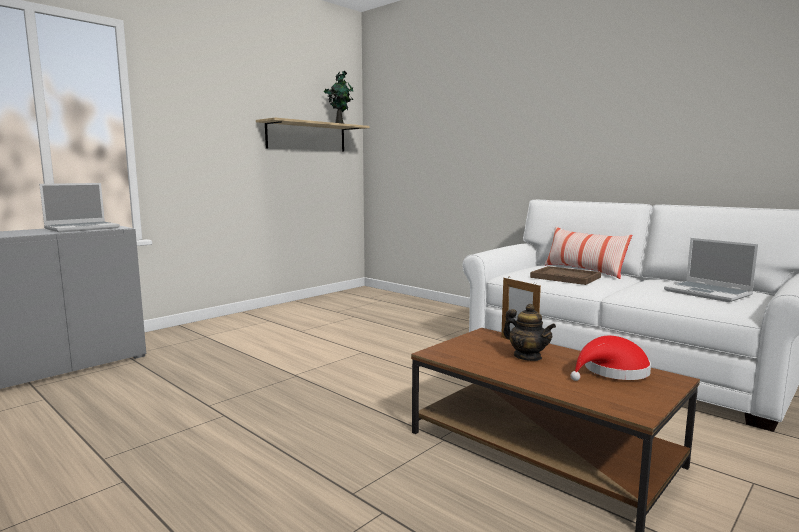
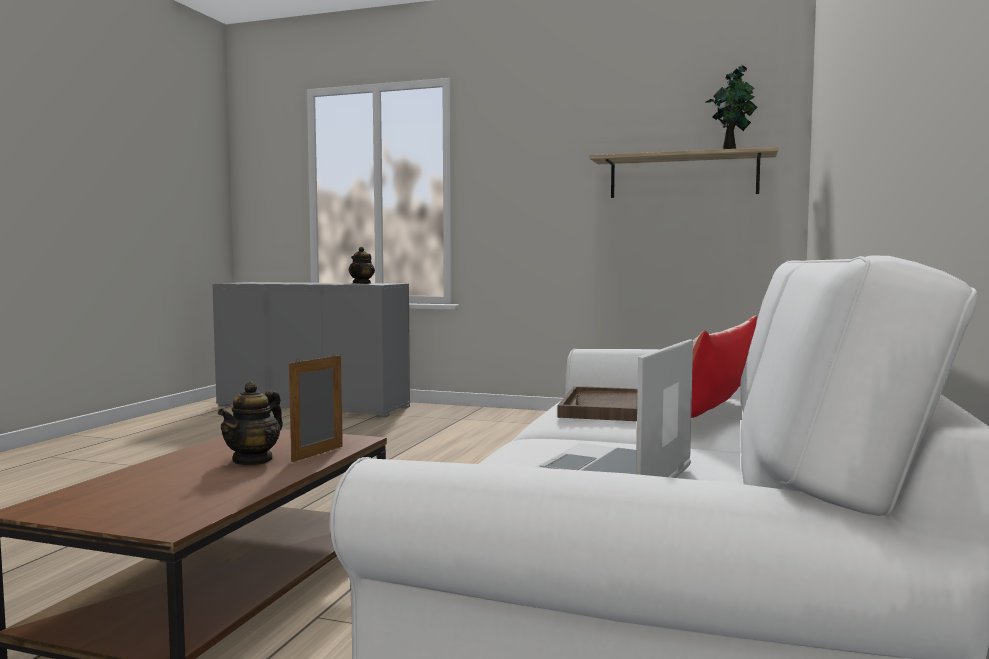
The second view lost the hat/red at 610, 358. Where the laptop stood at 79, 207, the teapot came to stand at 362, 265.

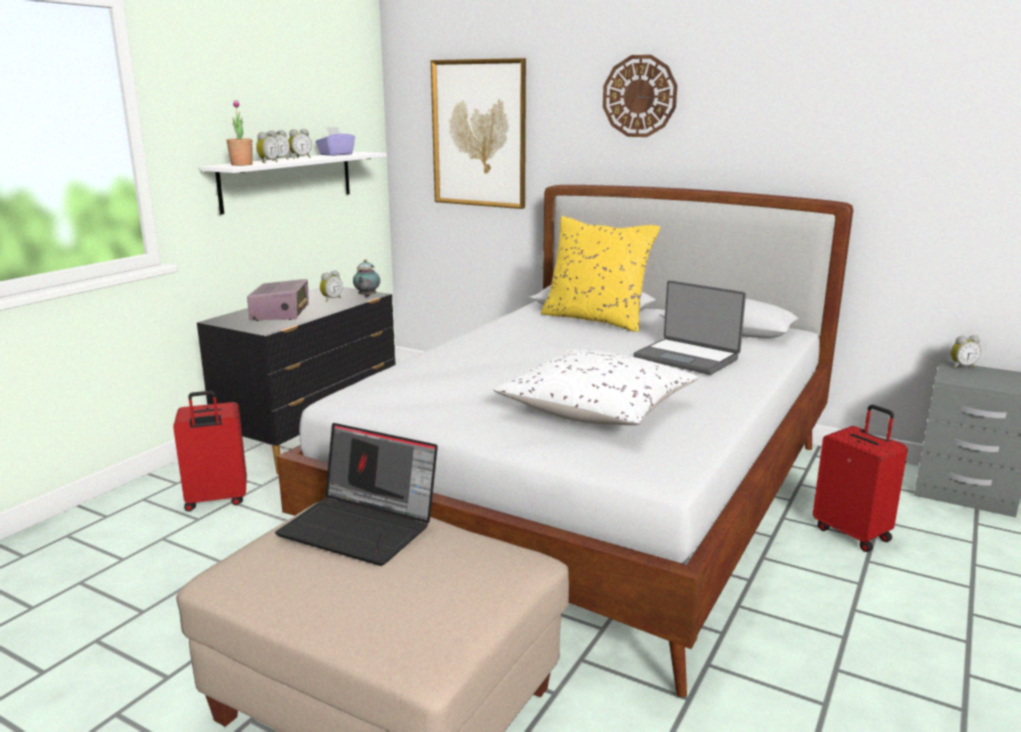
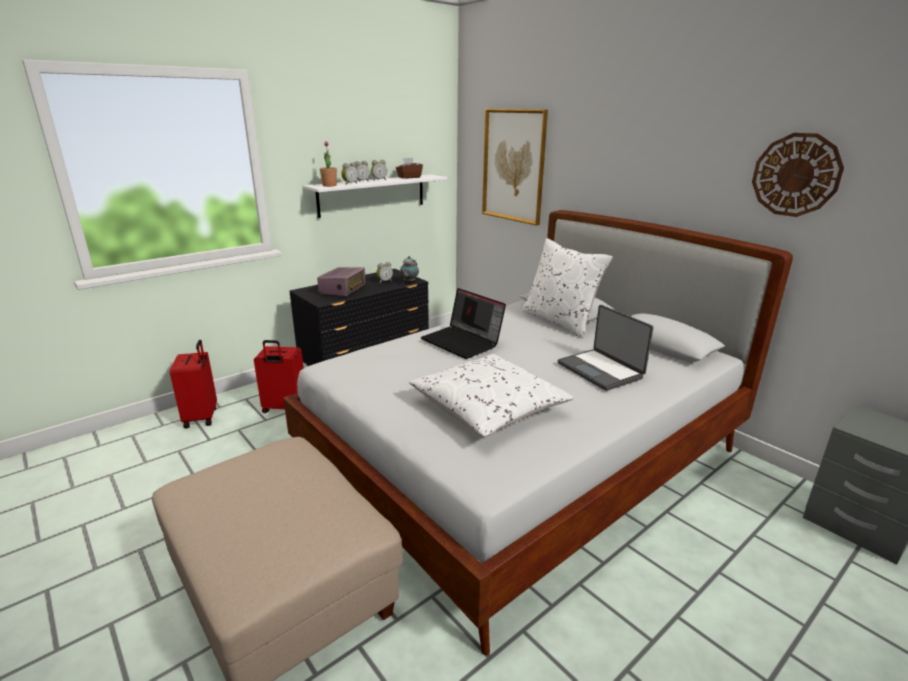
The second view lost the alarm clock at 966, 351. The laptop ended up elsewhere, having gone from 356, 494 to 463, 323. The wall clock ended up elsewhere, having gone from 640, 96 to 798, 175. The suitcase/red ended up elsewhere, having gone from 860, 478 to 193, 384. What was the tissue box/purple at 335, 141 turned into the tissue box/brown at 409, 168. What was the pillow/yellow at 601, 274 turned into the pillow/white at 567, 288.

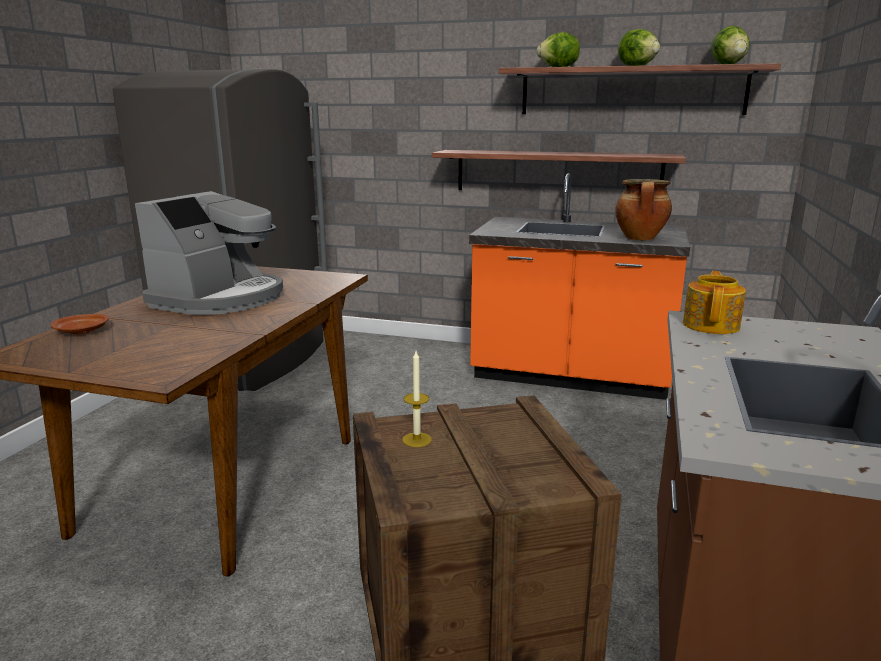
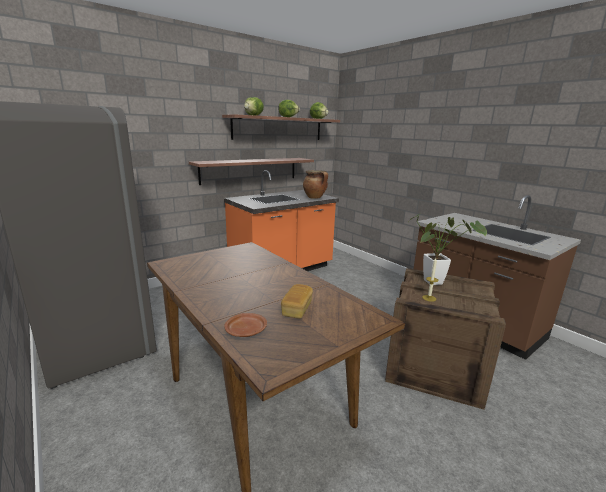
The second view lost the coffee machine at 209, 253. The second view lost the teapot at 714, 302. The second view gained the bread at 297, 301. The second view gained the potted plant at 448, 249.

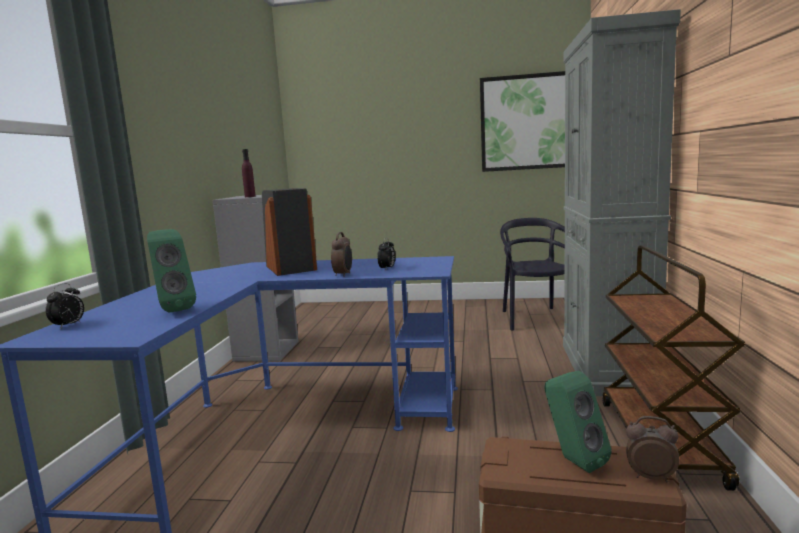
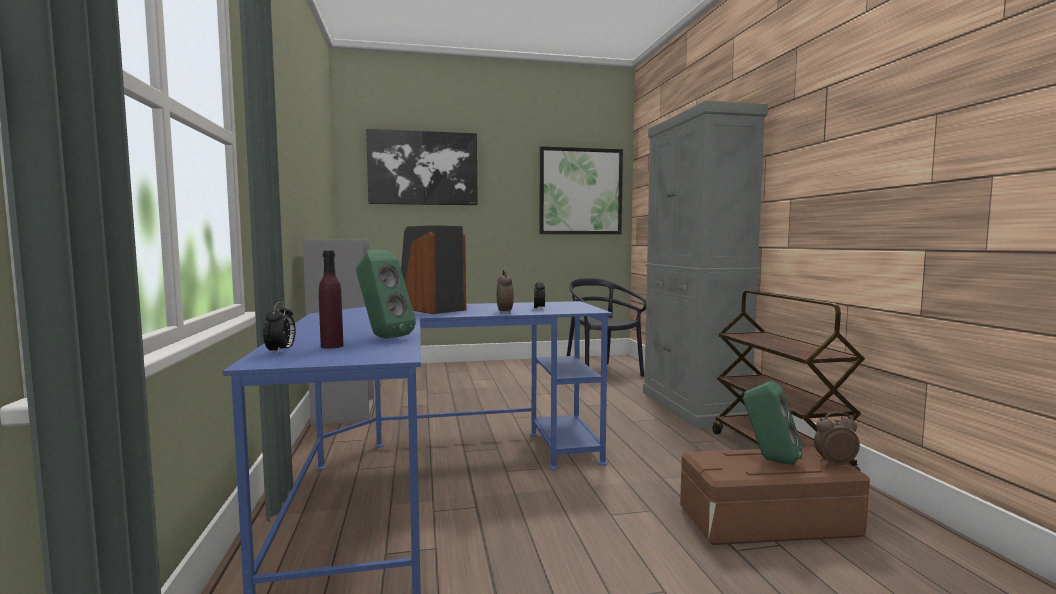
The second view gained the picture at 422, 167. The bottle/purple ended up elsewhere, having gone from 249, 173 to 331, 300.

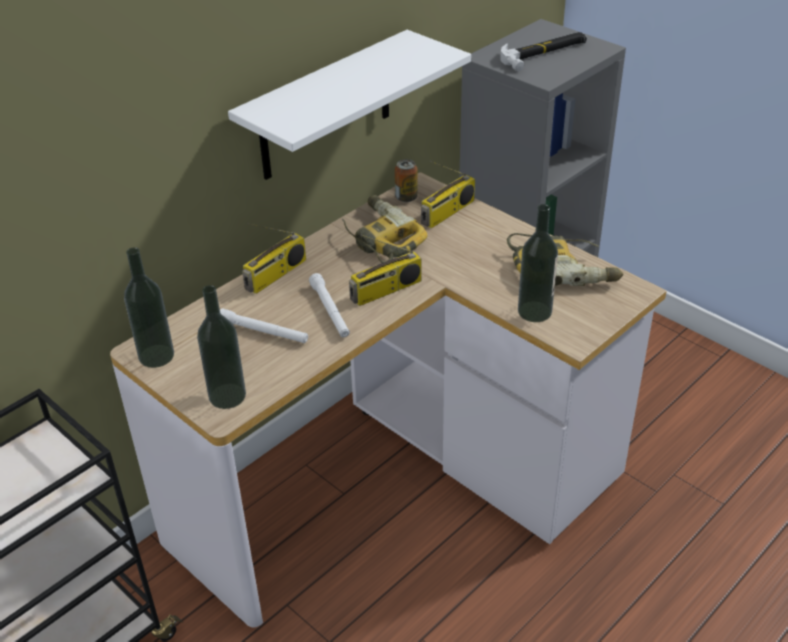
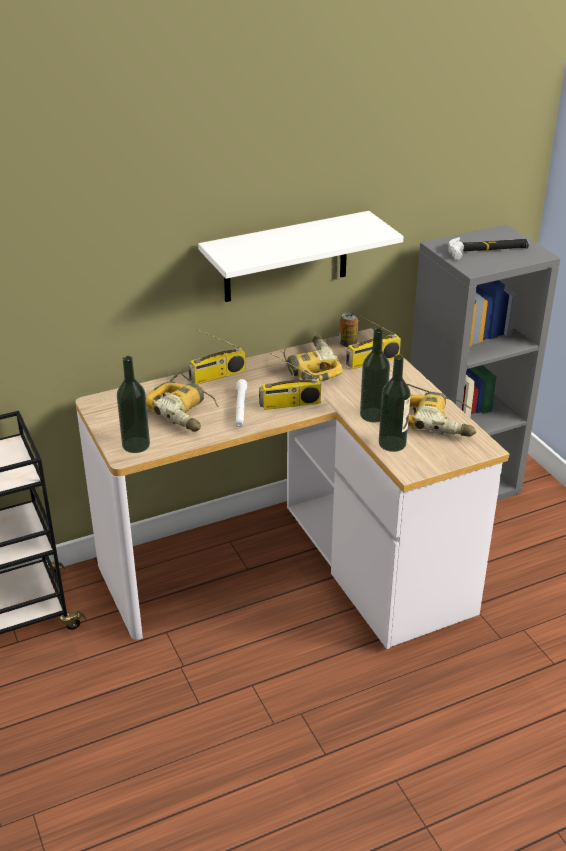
The bottle ended up elsewhere, having gone from 149, 307 to 375, 375. Where the flashlight/white stood at 264, 326, the power drill came to stand at 182, 402.

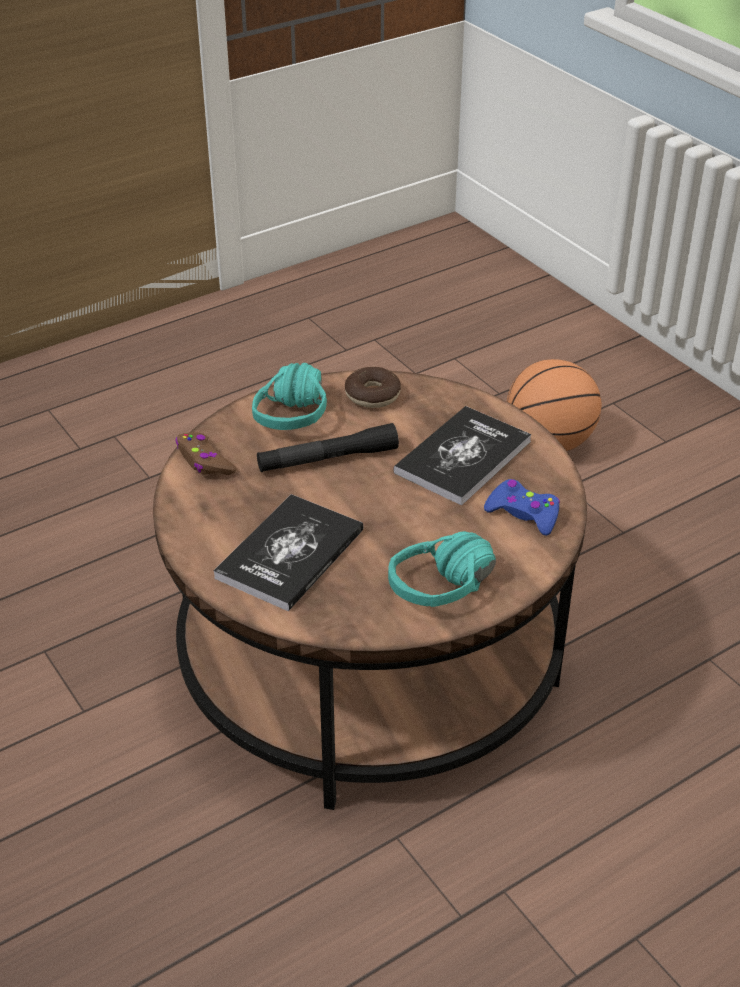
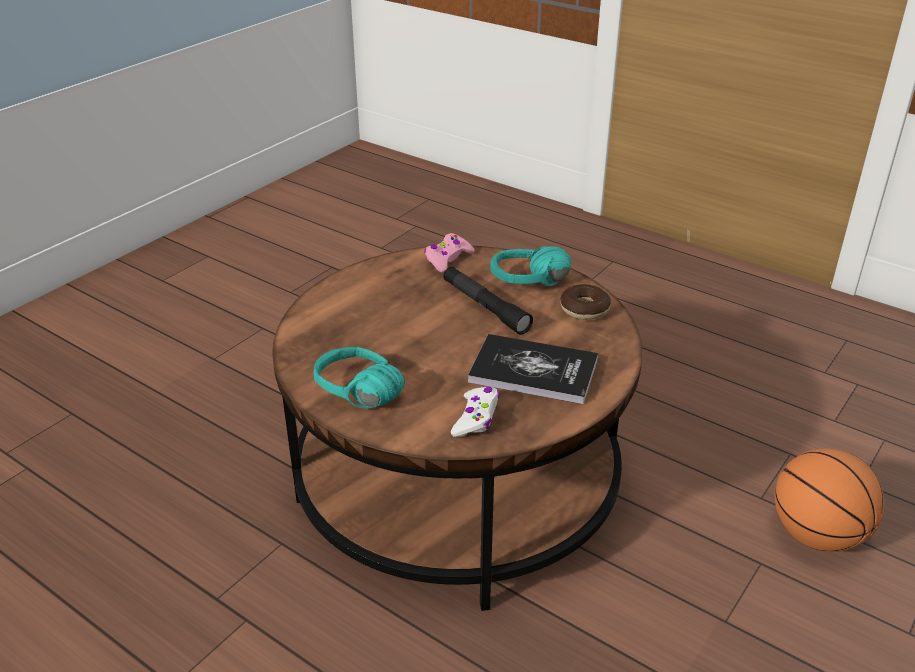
The second view lost the book at 289, 552. What was the game controller/brown at 205, 453 turned into the game controller/pink at 449, 252. What was the game controller/blue at 522, 507 turned into the game controller/white at 475, 412.

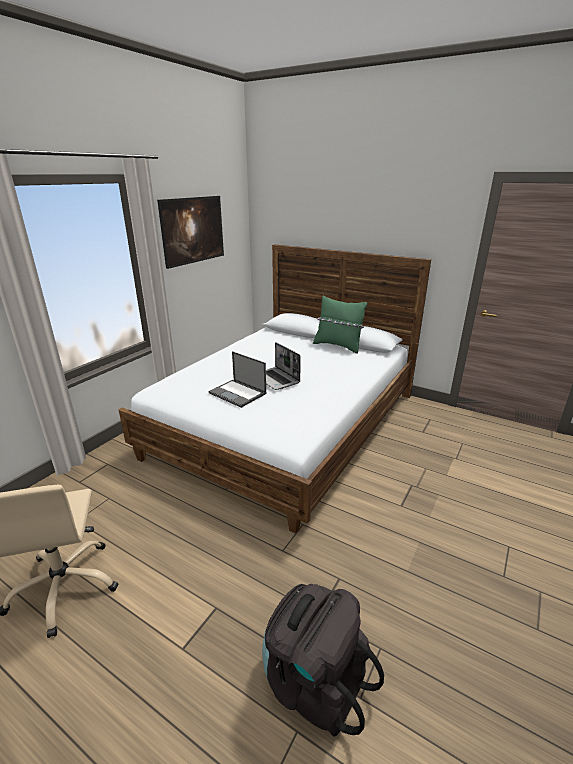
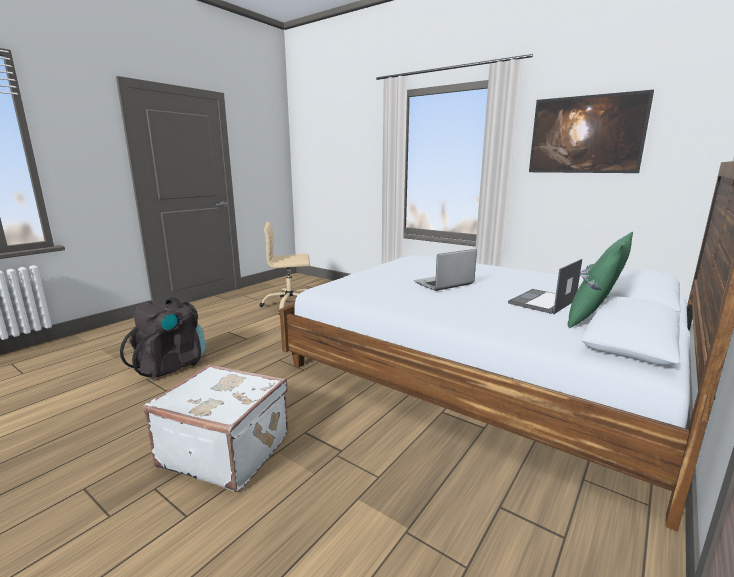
The second view gained the suitcase/white at 216, 428. The laptop ended up elsewhere, having gone from 237, 379 to 545, 286.

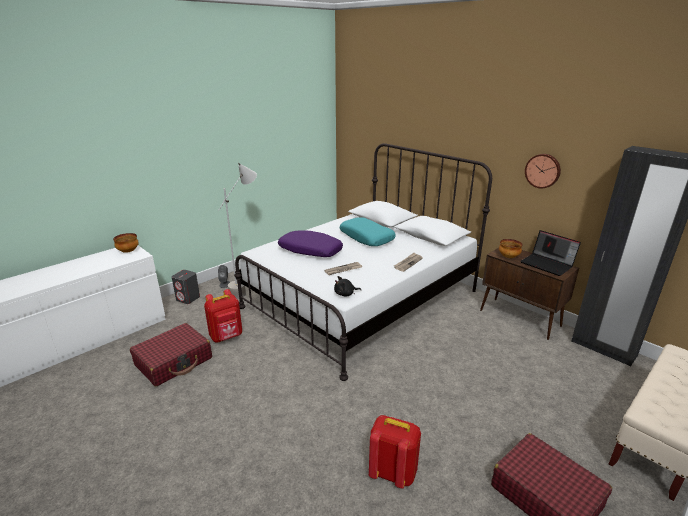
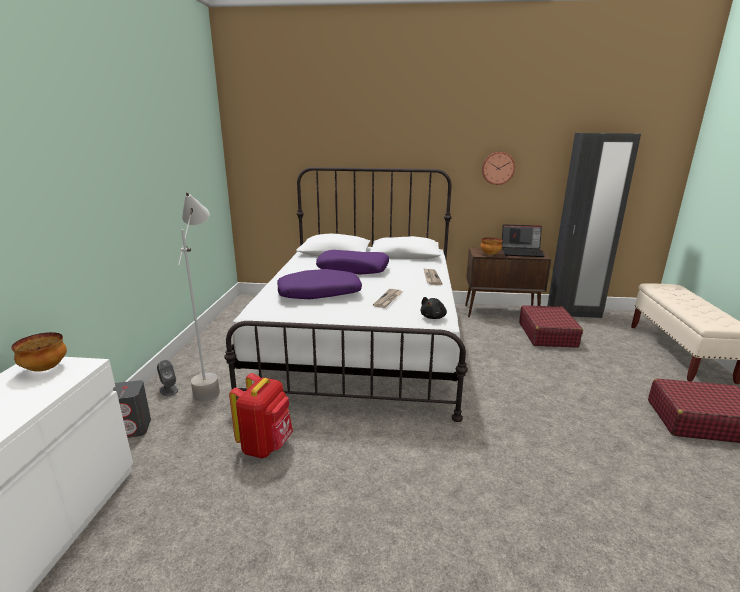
The second view lost the backpack/red at 395, 451. The suitcase/red ended up elsewhere, having gone from 171, 354 to 551, 326. What was the pillow/turquoise at 368, 231 turned into the pillow/purple at 352, 262.

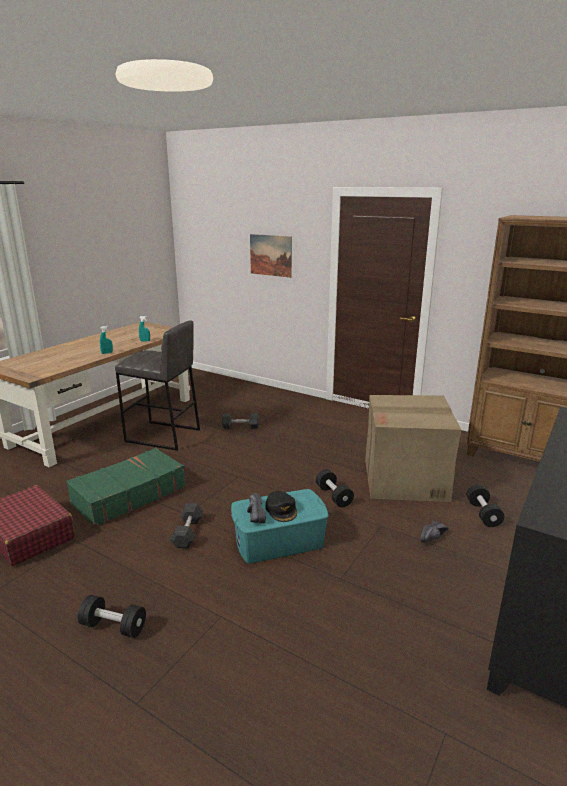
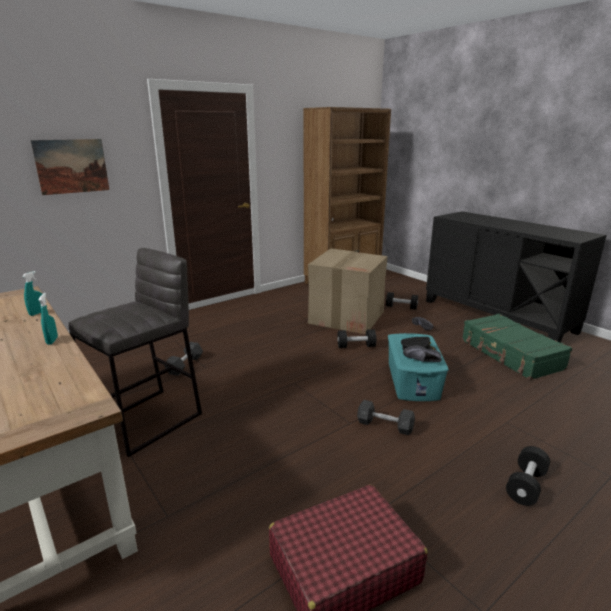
The suitcase/green ended up elsewhere, having gone from 126, 487 to 517, 347.

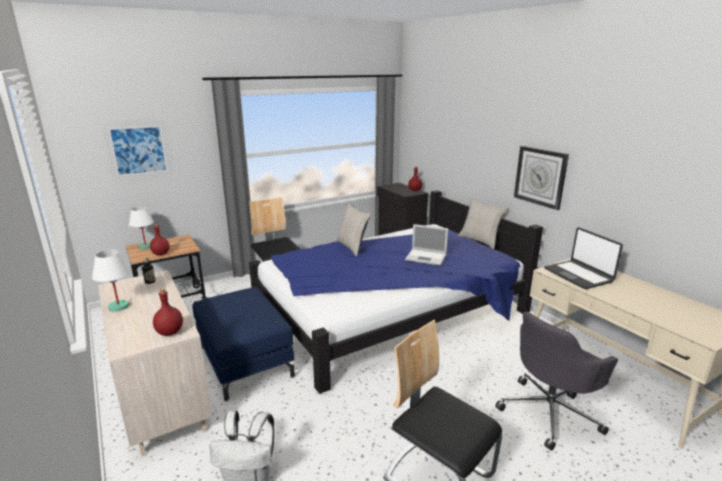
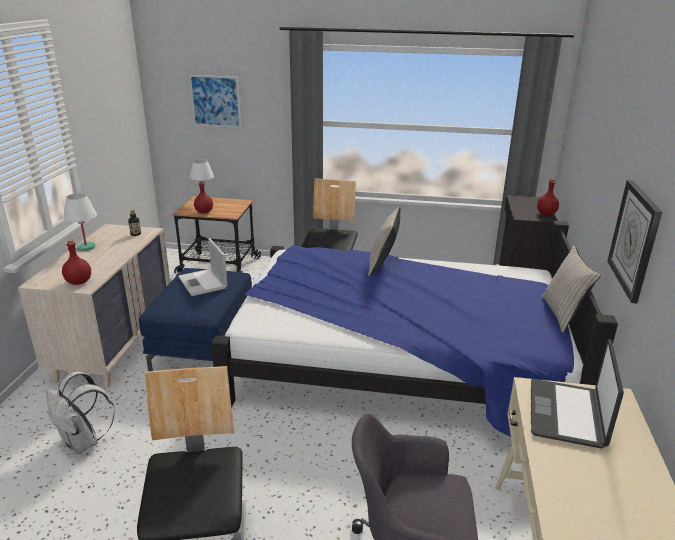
The laptop ended up elsewhere, having gone from 426, 245 to 203, 267.

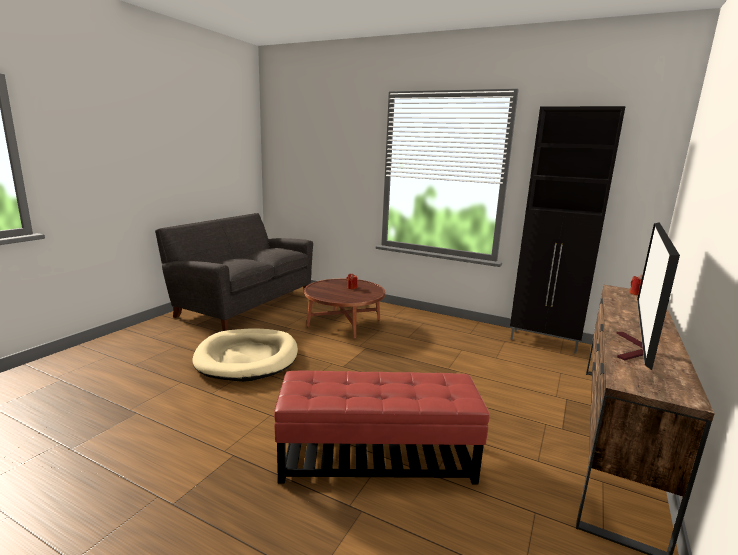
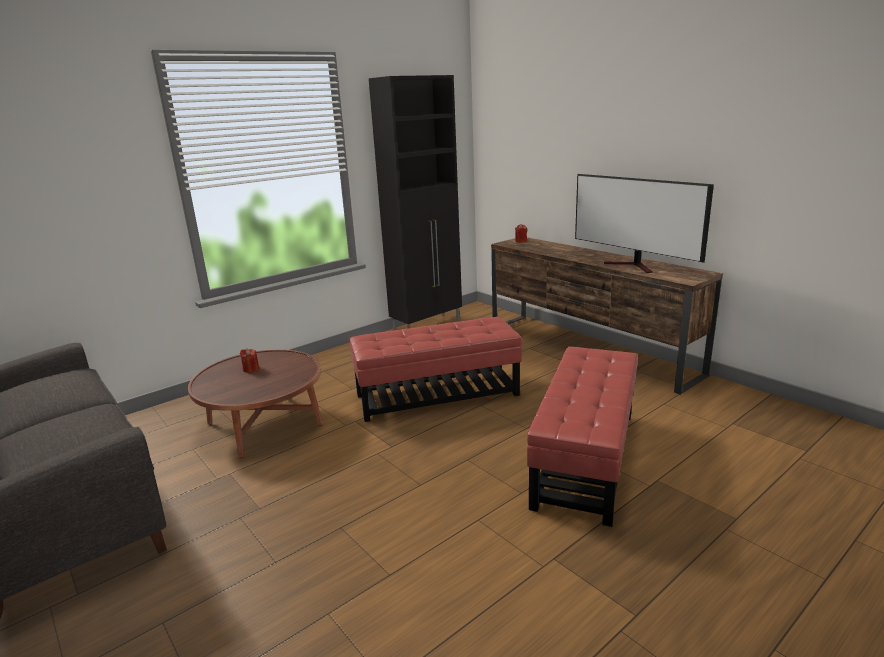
The second view lost the dog bed/beige at 245, 355. The second view gained the ottoman/red at 436, 369.

